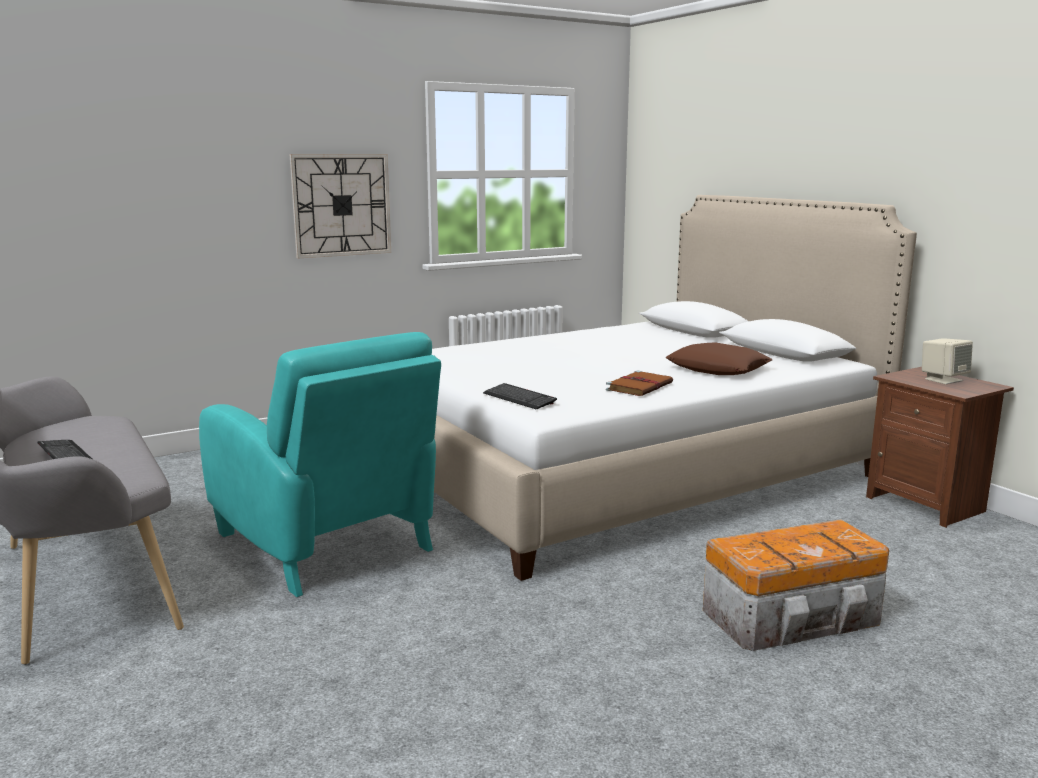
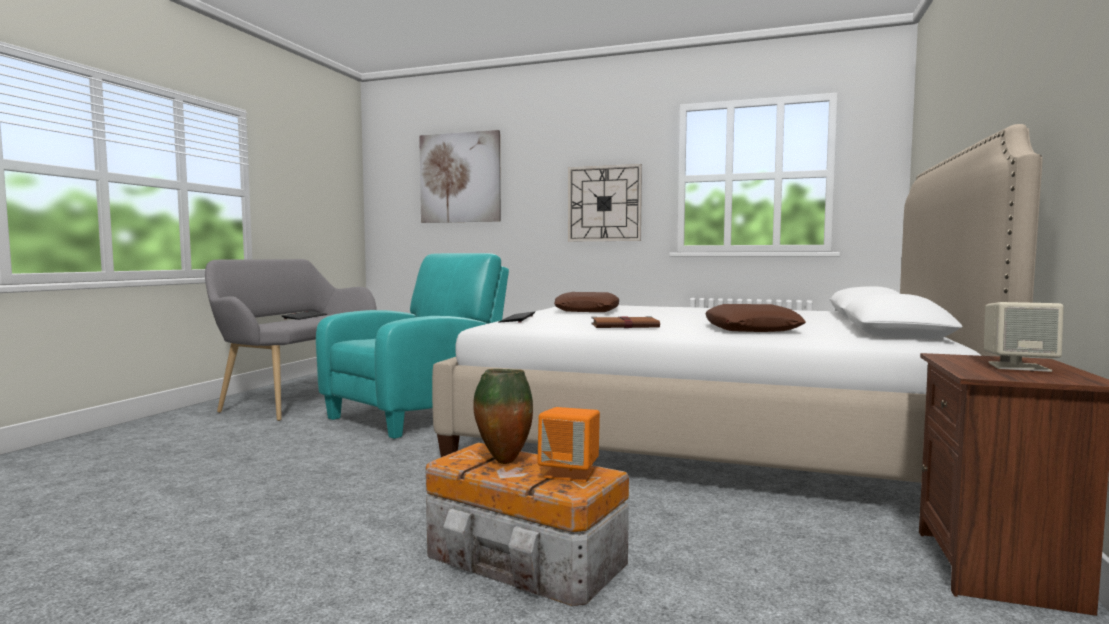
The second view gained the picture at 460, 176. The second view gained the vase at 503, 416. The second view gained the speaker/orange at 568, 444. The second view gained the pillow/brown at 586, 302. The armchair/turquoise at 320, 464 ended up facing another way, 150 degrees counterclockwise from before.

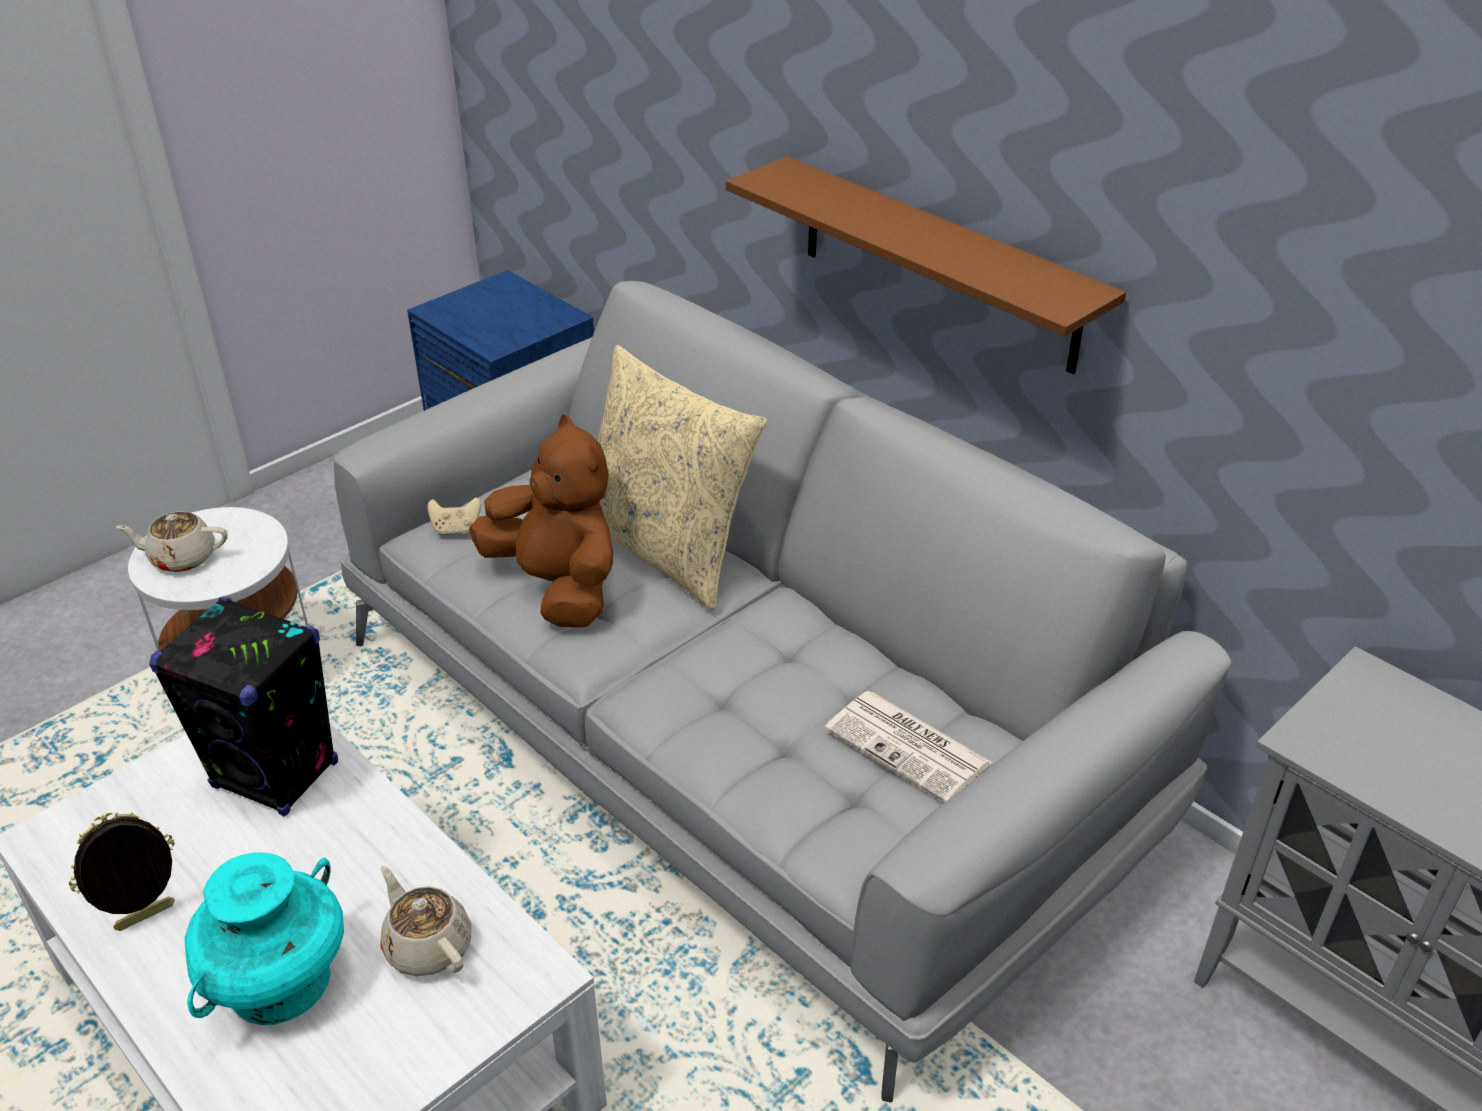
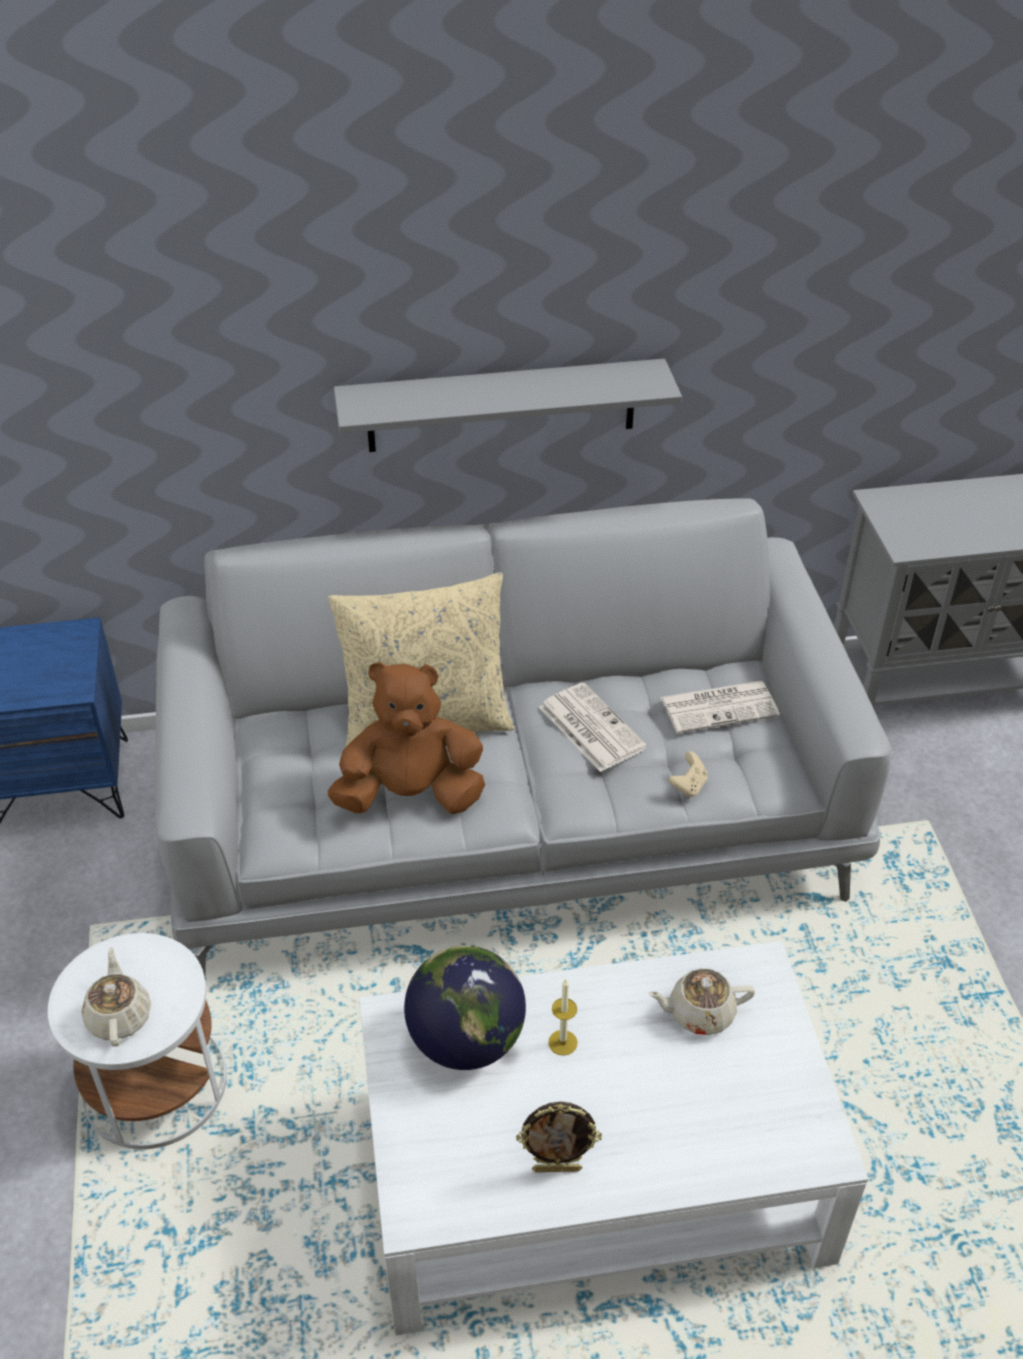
The second view lost the vase/turquoise at 264, 939. The second view gained the newspaper at 593, 727. The second view gained the candle at 563, 1017. The game controller/beige ended up elsewhere, having gone from 454, 516 to 688, 775. Where the speaker/black stood at 243, 706, the globe came to stand at 465, 1007. What was the shelf/brown at 926, 265 turned into the shelf/grey at 508, 405. The picture frame at 122, 871 ended up facing another way, 90 degrees counterclockwise from before. The teapot/beige at 172, 541 ended up facing another way, 135 degrees clockwise from before.

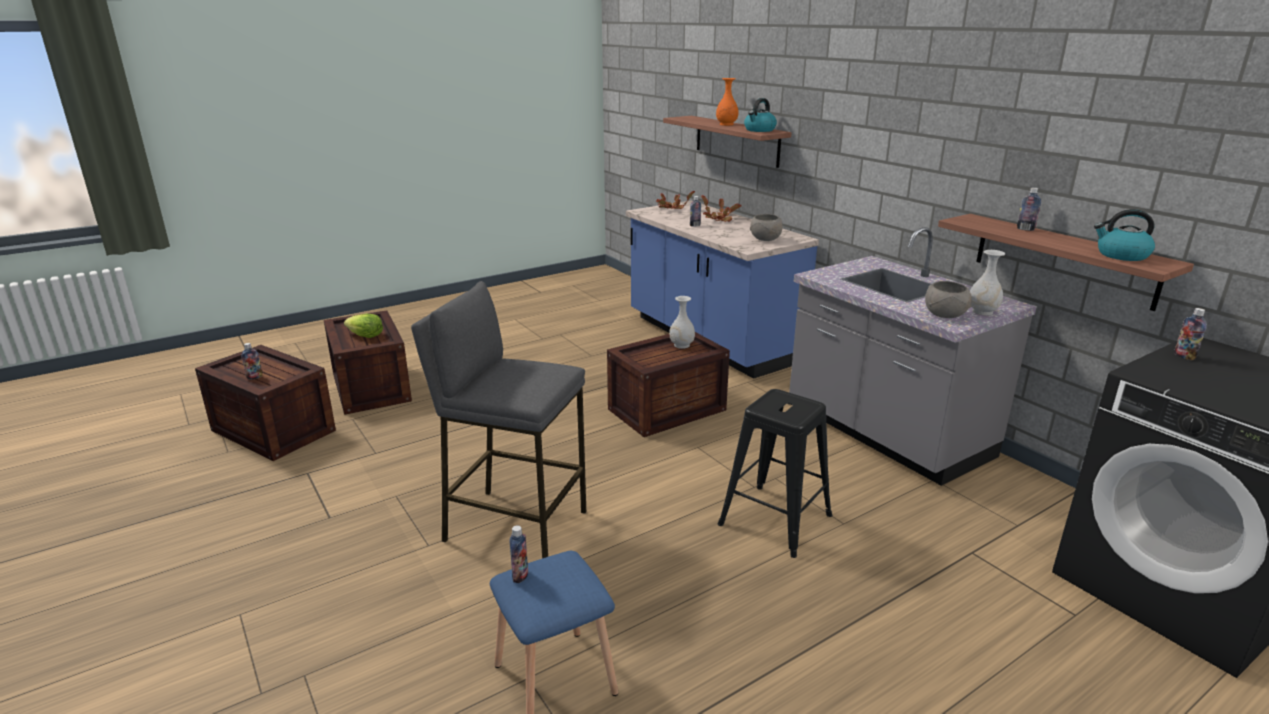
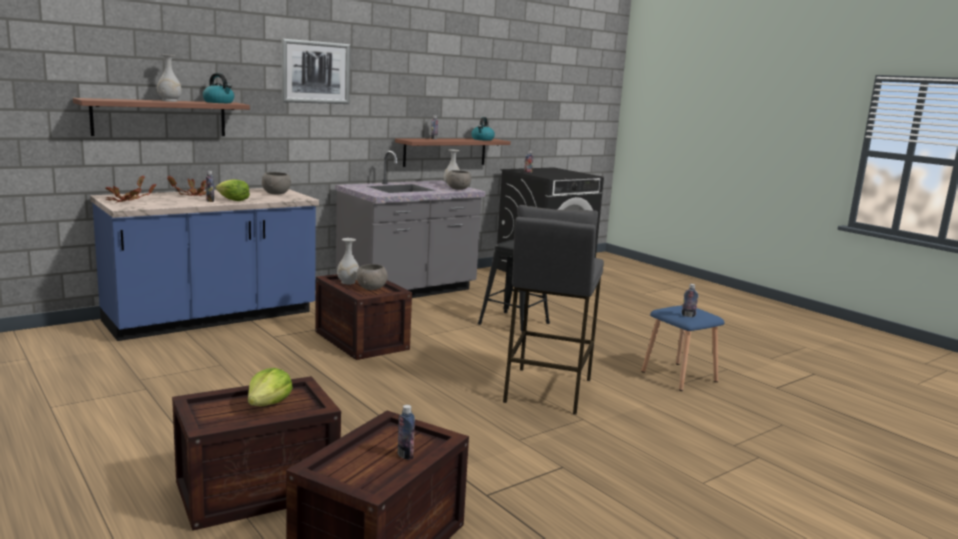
The second view gained the lettuce at 233, 190. The second view gained the picture at 315, 71. The second view gained the bowl/grey at 372, 277. What was the vase/orange at 727, 102 turned into the vase/white at 169, 78.

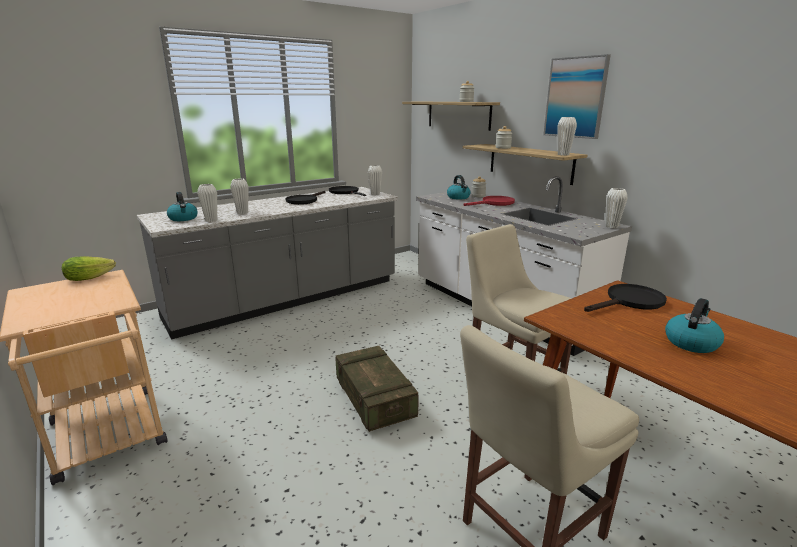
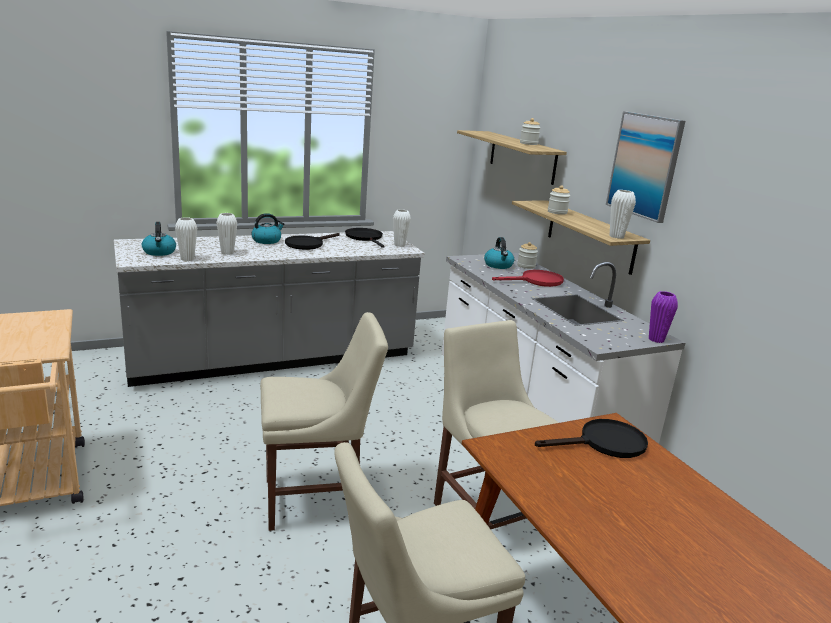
The second view lost the lettuce at 89, 268. The kettle ended up elsewhere, having gone from 694, 325 to 267, 228. Where the crate stood at 377, 389, the chair/beige came to stand at 324, 421. What was the vase/white at 616, 208 turned into the vase/purple at 663, 317.

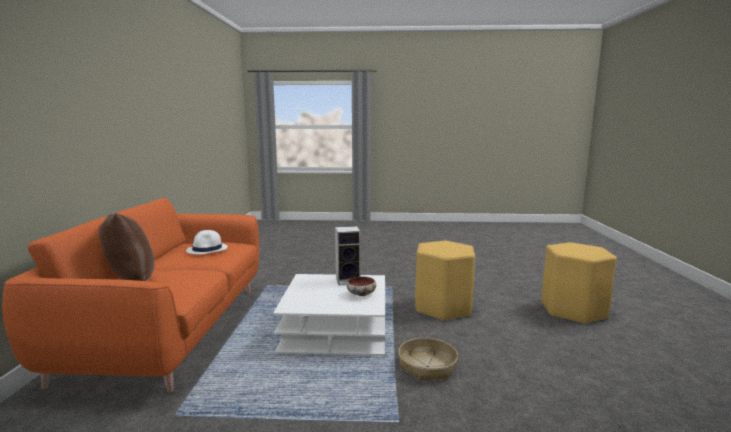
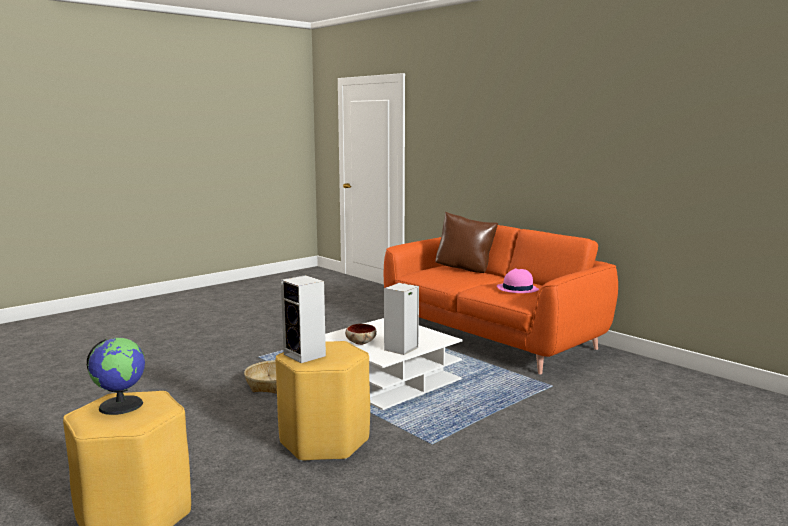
The second view gained the globe at 116, 376. The second view gained the speaker at 303, 319. What was the hat/white at 207, 242 turned into the hat/pink at 518, 280.

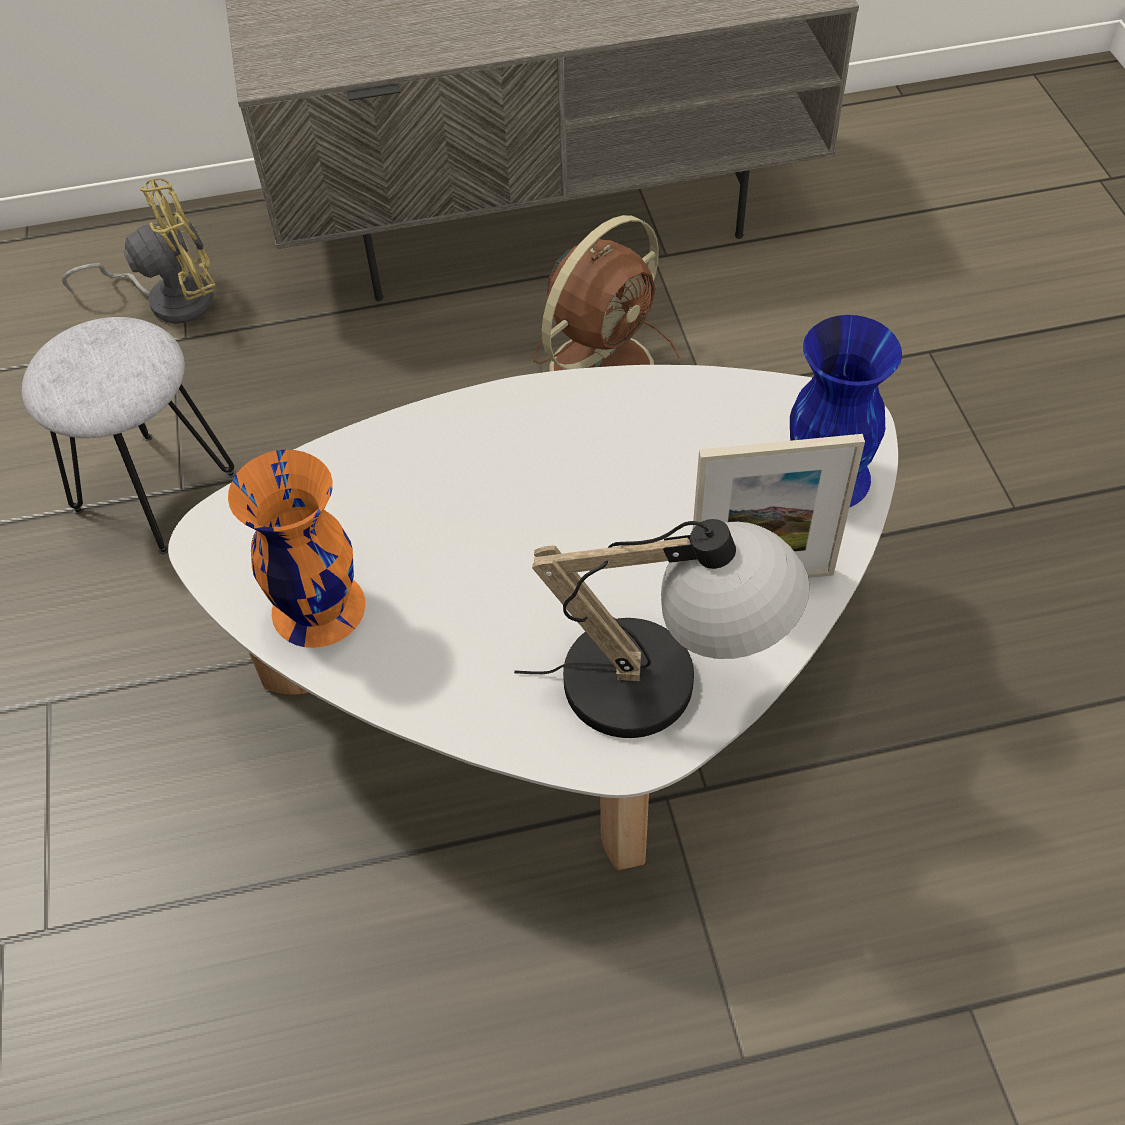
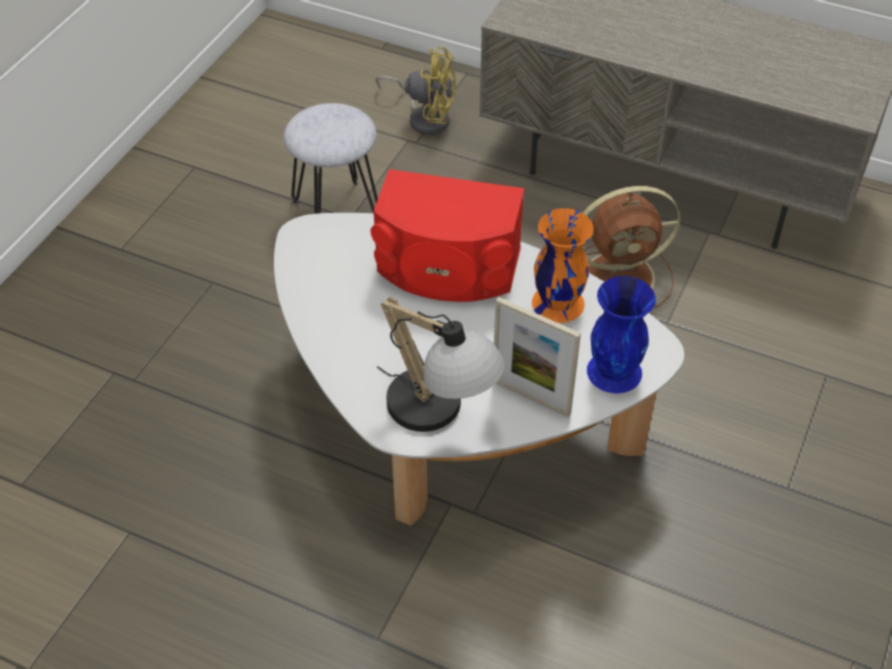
The second view gained the speaker/red at 447, 235. The vase/orange ended up elsewhere, having gone from 296, 549 to 562, 265.

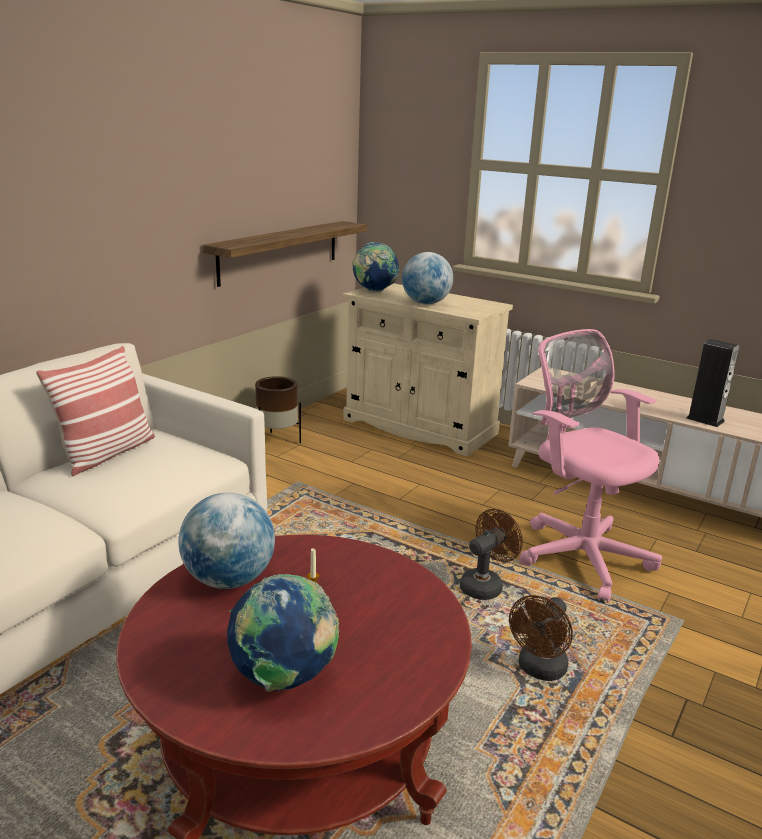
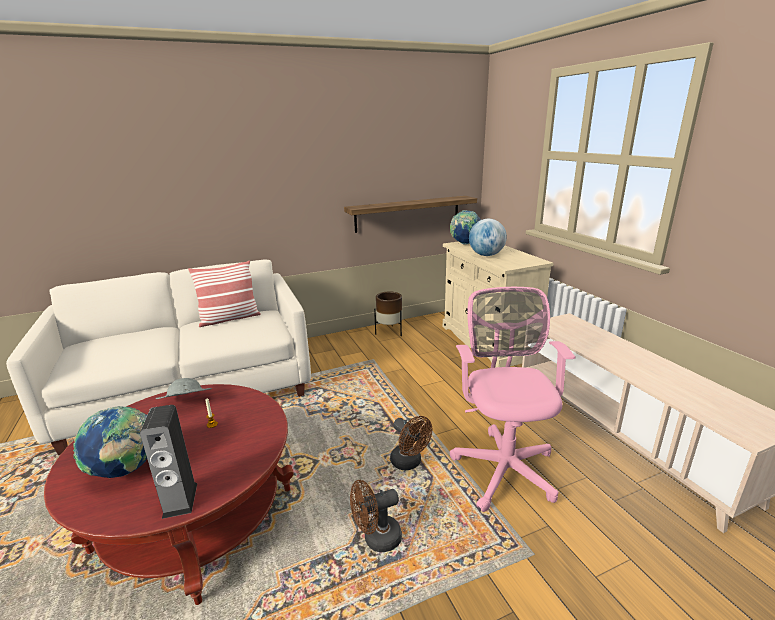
The speaker ended up elsewhere, having gone from 712, 383 to 168, 462. Where the globe stood at 226, 540, the hat/grey came to stand at 184, 388. The fan/brown at 491, 554 ended up facing another way, 60 degrees clockwise from before.

